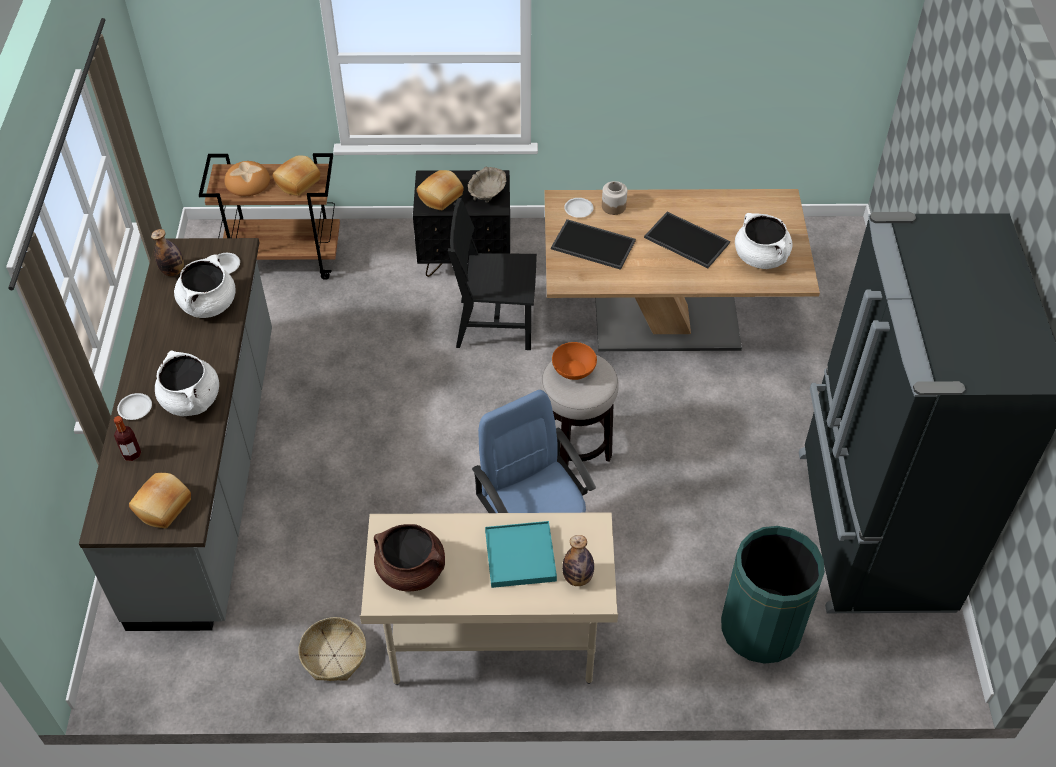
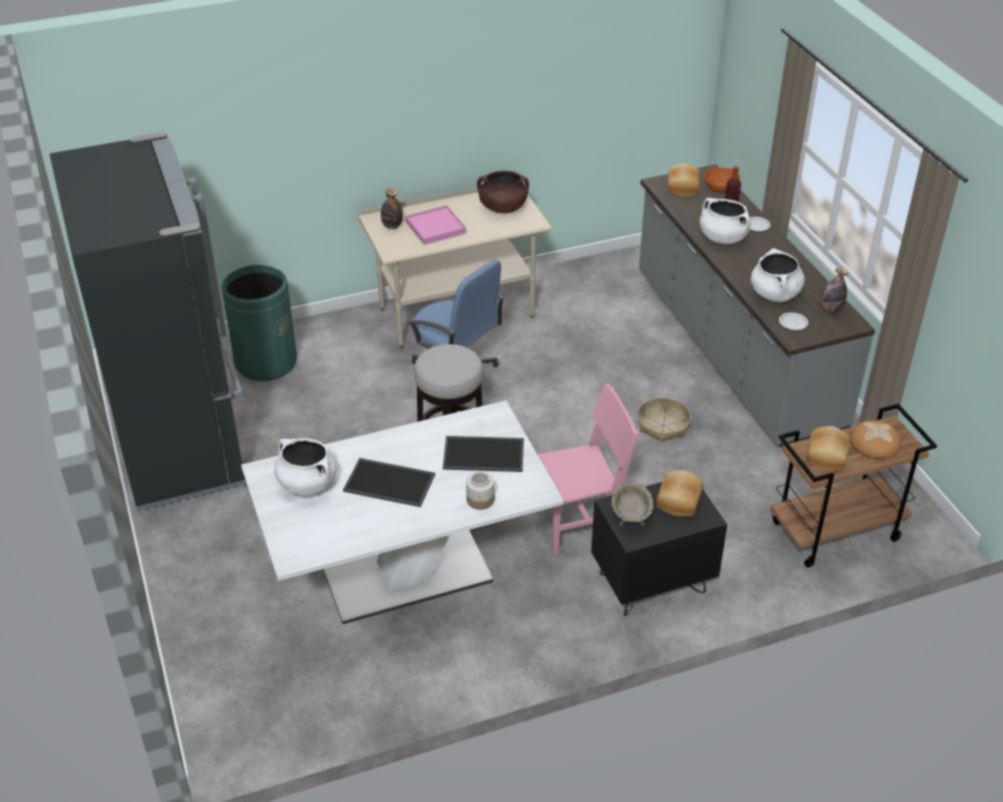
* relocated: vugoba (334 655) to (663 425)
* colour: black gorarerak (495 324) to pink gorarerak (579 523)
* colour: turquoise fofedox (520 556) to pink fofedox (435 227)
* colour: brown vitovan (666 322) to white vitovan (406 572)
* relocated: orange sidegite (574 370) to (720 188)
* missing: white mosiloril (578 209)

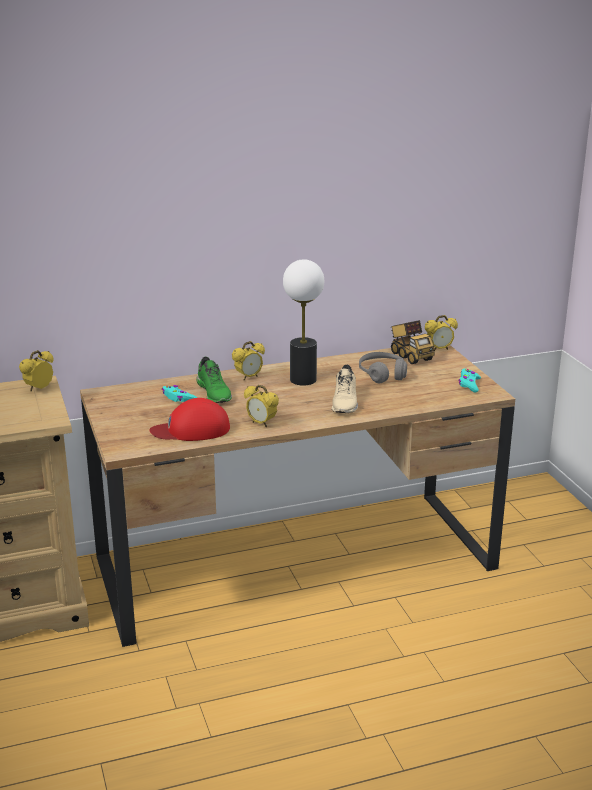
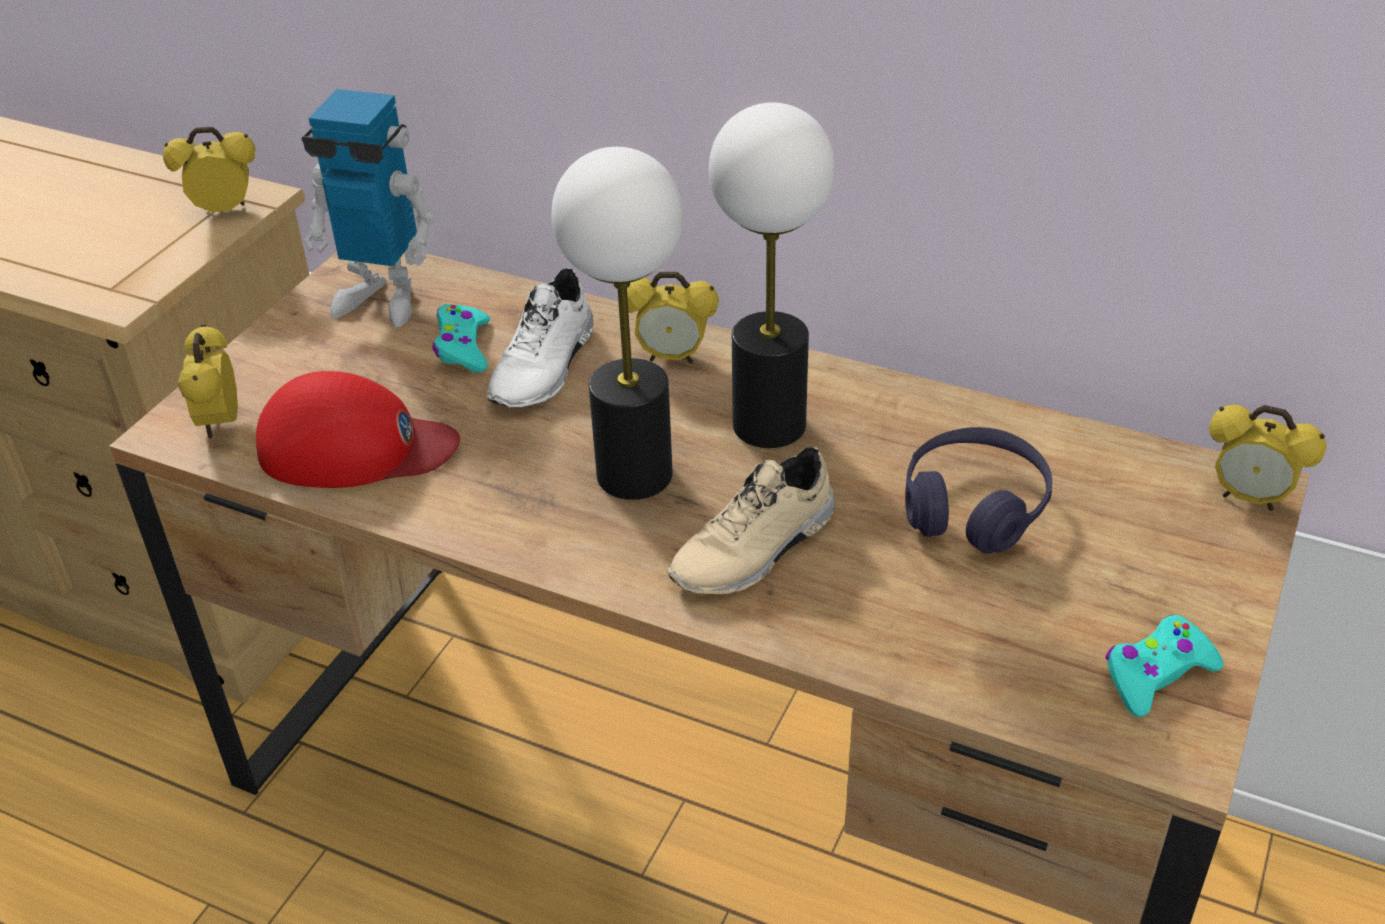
* spun: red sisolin (191 429) = (355 447) 150 degrees clockwise
* colour: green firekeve (215 393) to white firekeve (546 367)
* relocated: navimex (261 423) to (220 424)
* colour: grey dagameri (382 374) to purple dagameri (974 507)
* missing: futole (410 356)
* appeared: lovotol (382 298)
* appeared: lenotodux (634 475)

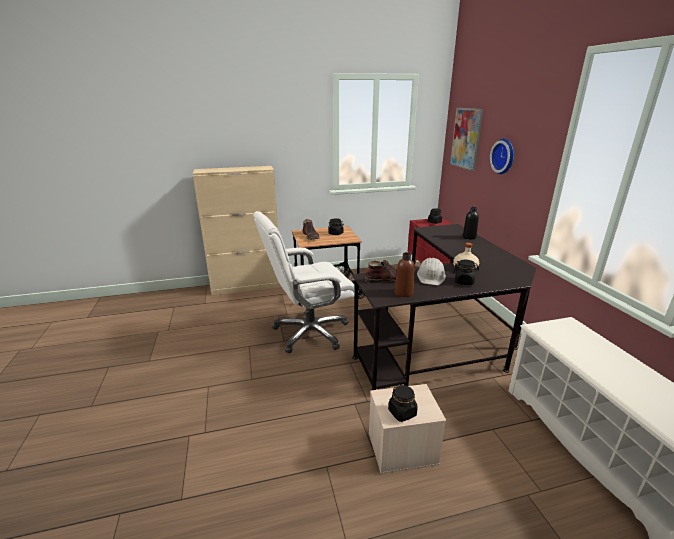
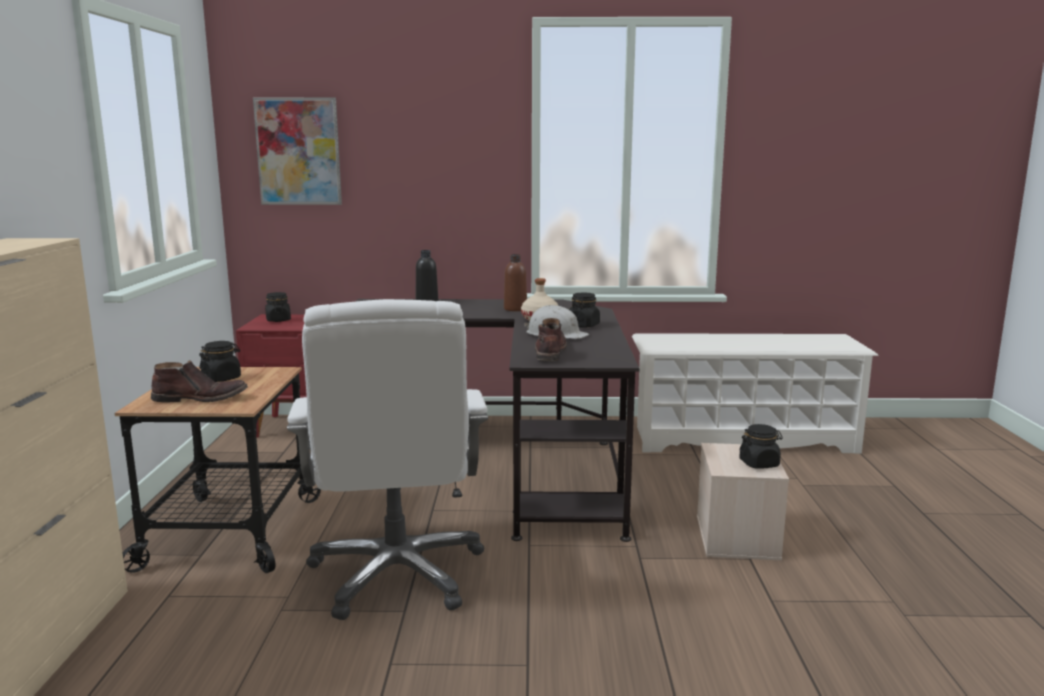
* relocated: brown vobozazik (403 293) to (515 309)
* missing: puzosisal (504 156)

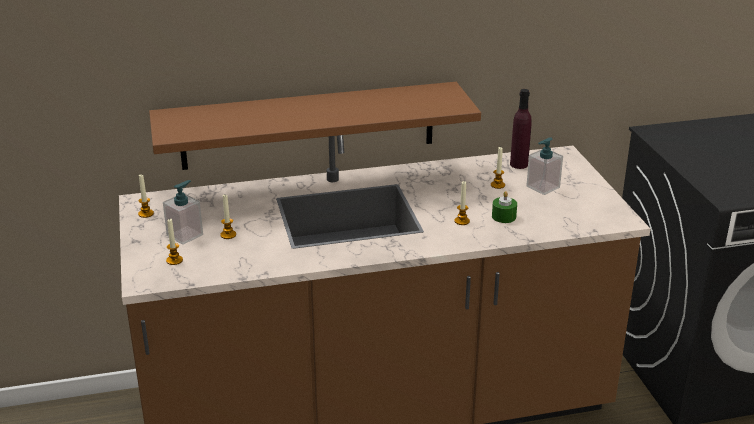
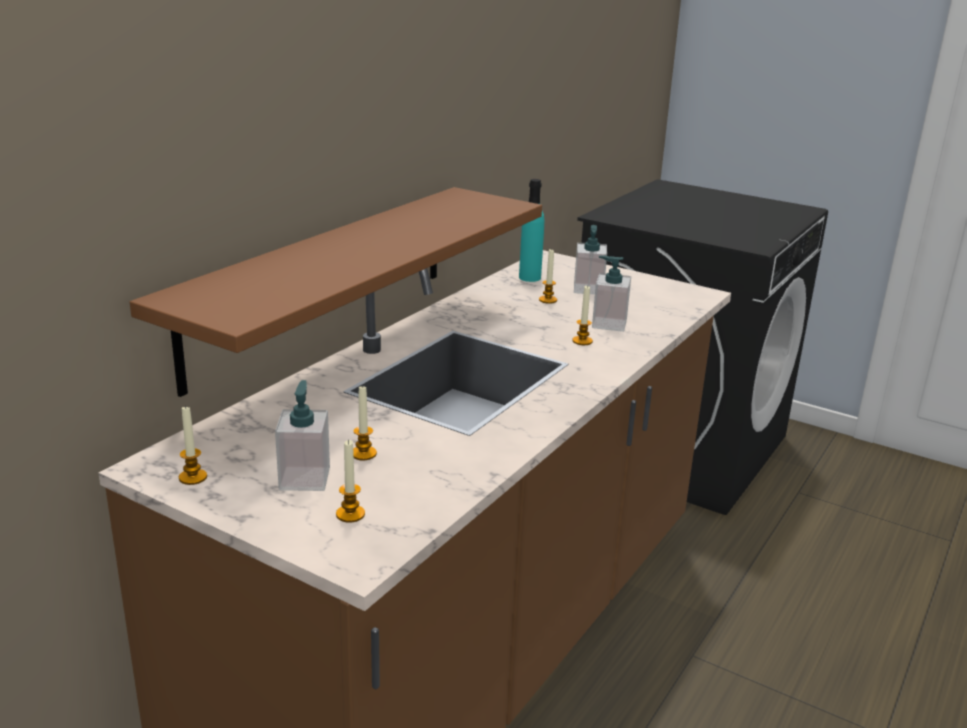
* exchanged: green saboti (504 216) to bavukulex (609 324)
* colour: purple vobozazik (519 164) to turquoise vobozazik (529 277)

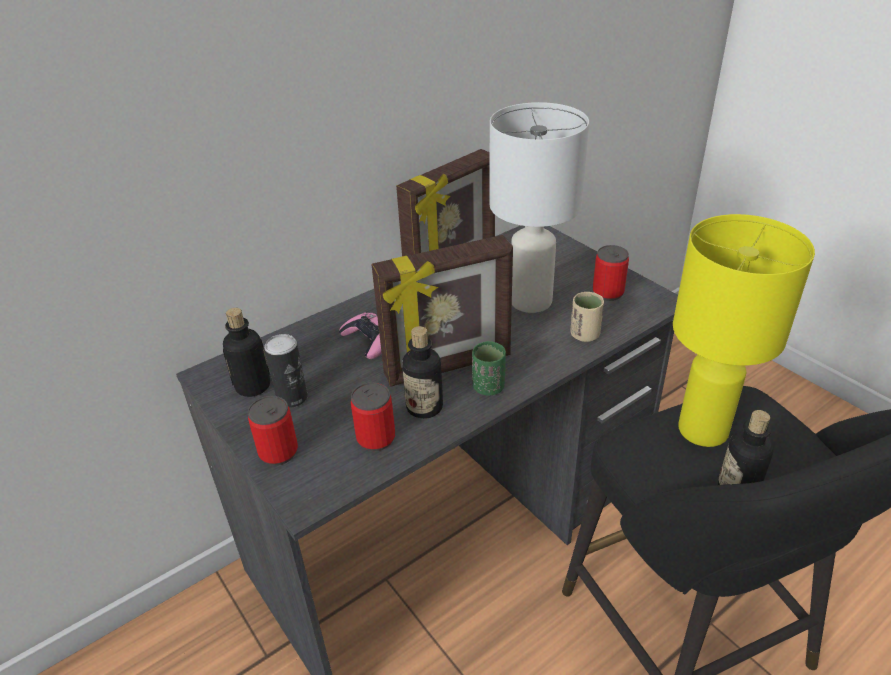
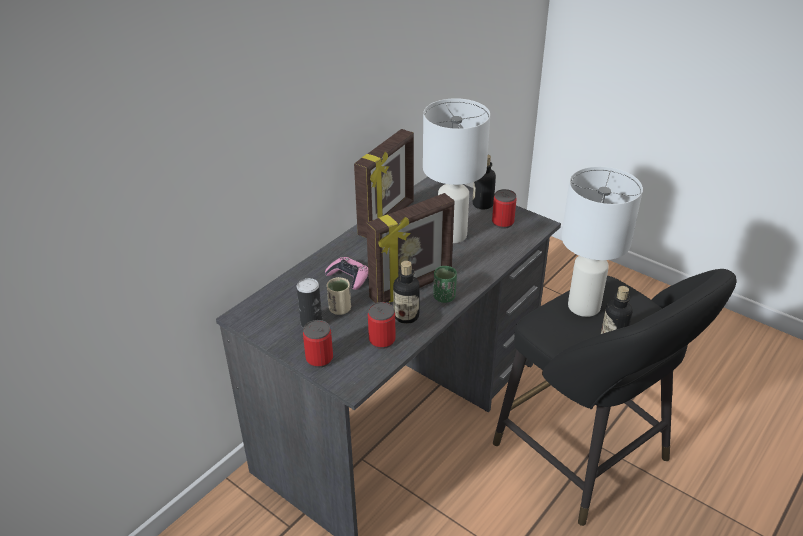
* relocated: vobozazik (253 386) to (482 204)
* relocated: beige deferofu (584 335) to (340 309)
* colour: yellow lenotodux (704 430) to white lenotodux (584 307)

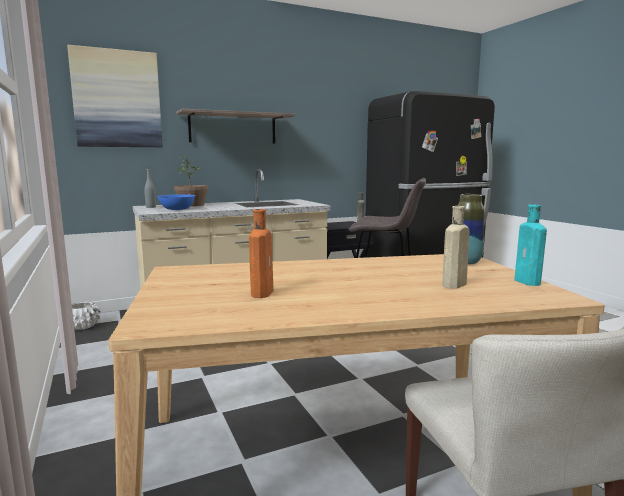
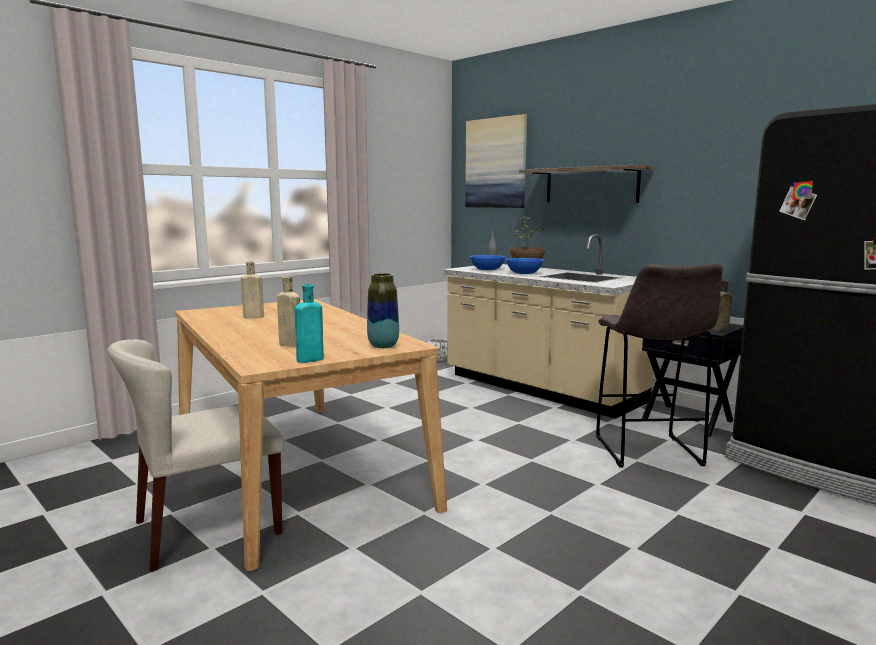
* colour: orange vobozazik (262 293) to beige vobozazik (255 317)
* appeared: blue sidegite (523 273)

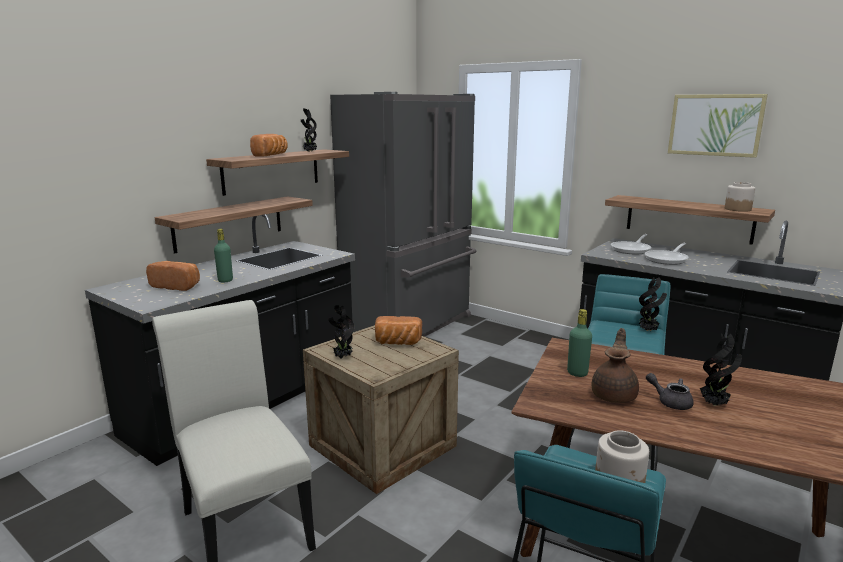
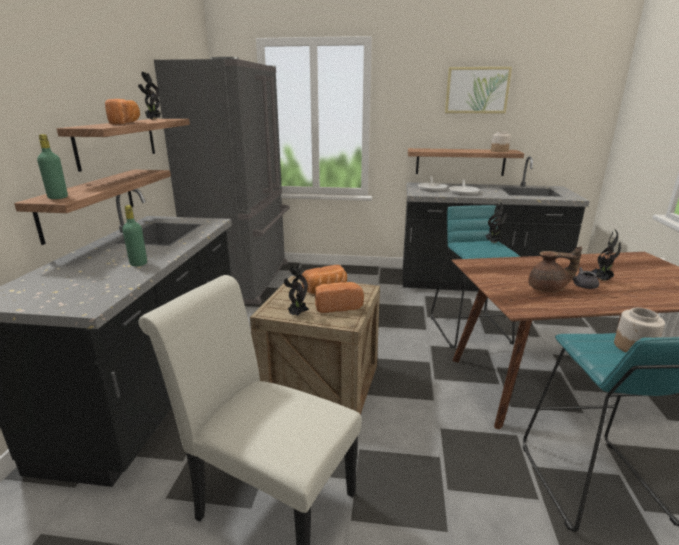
* relocated: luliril (177 286) to (337 306)
* relocated: green vobozazik (577 373) to (58 197)
* spun: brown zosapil (614 395) = (548 289) 105 degrees clockwise

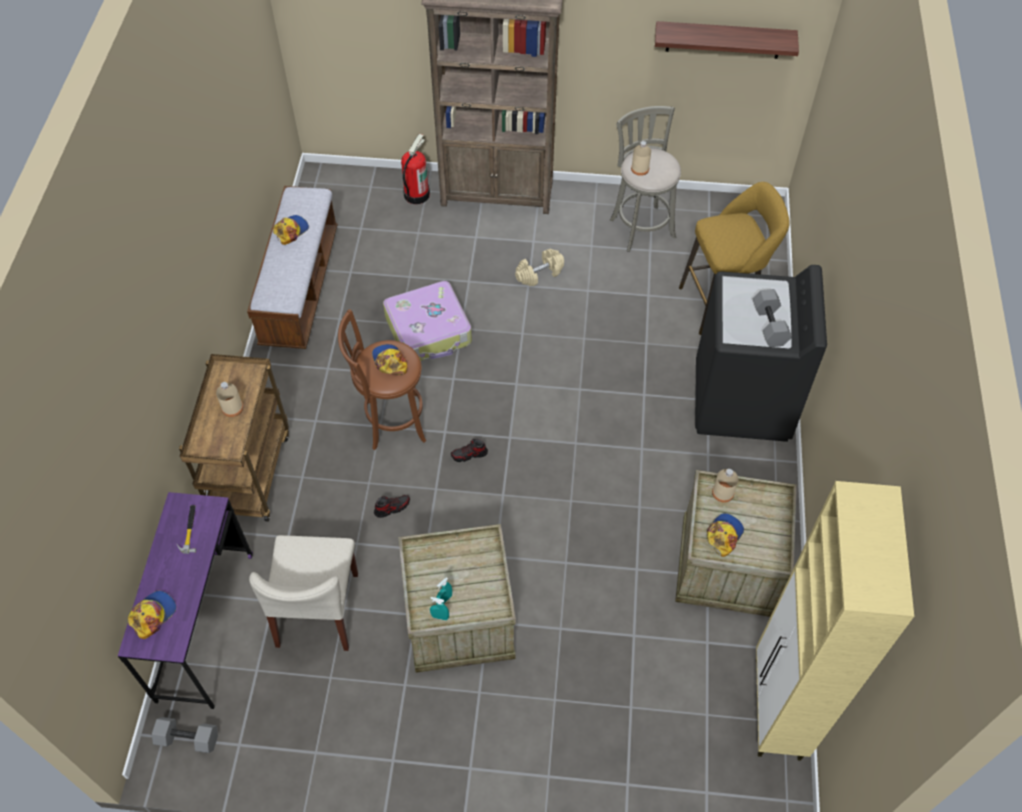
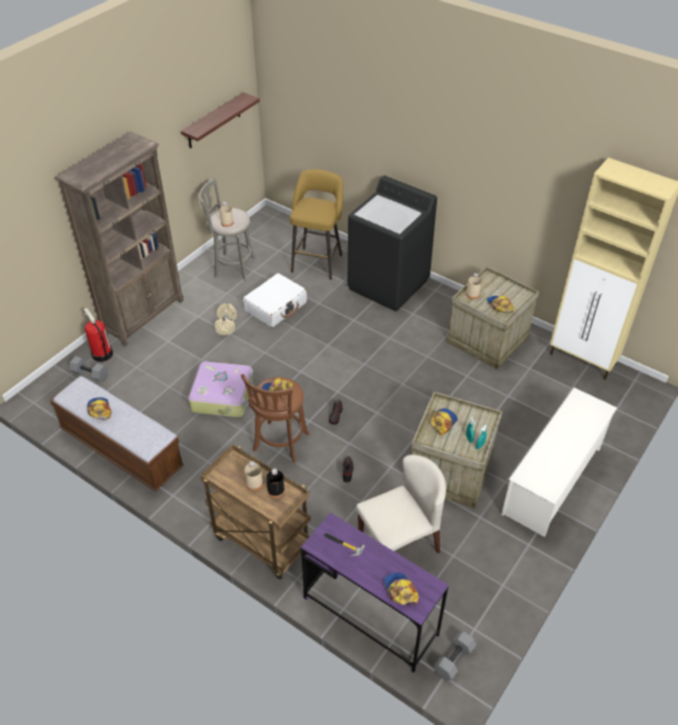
* spun: beige gorarerak (318 610) = (399 543) 60 degrees counterclockwise
* relocated: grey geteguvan (770 325) to (90 374)
* appeared: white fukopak (276 306)
* appeared: black vobozazik (276 490)
* appeared: sisolin (443 422)
* appeared: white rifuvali (552 480)

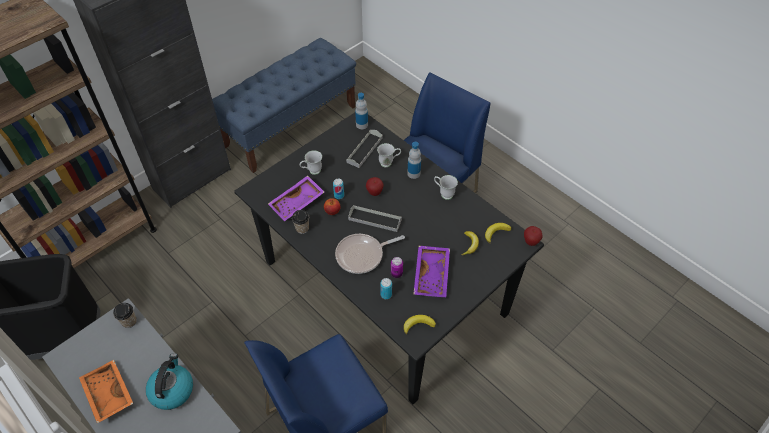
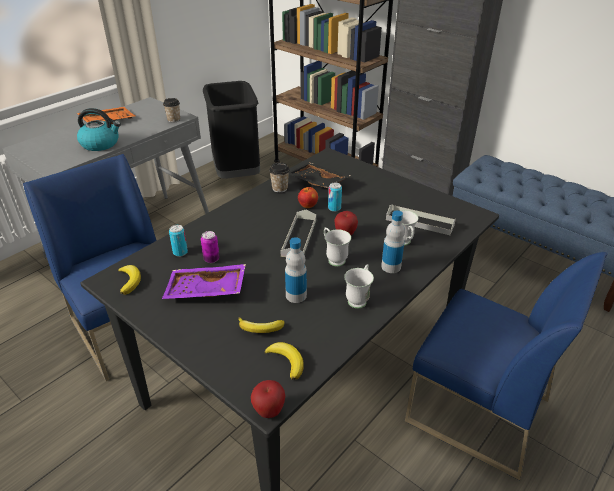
* colour: purple fofedox (297 203) to black fofedox (316 182)
* relocated: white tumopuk (312 171) to (334 258)
* missing: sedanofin (362 255)
* relocated: vobozazik (362 125) to (296 295)

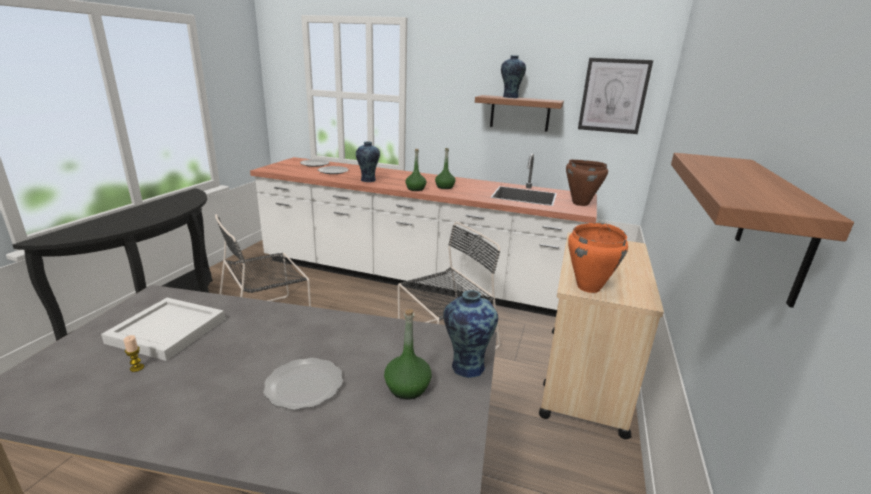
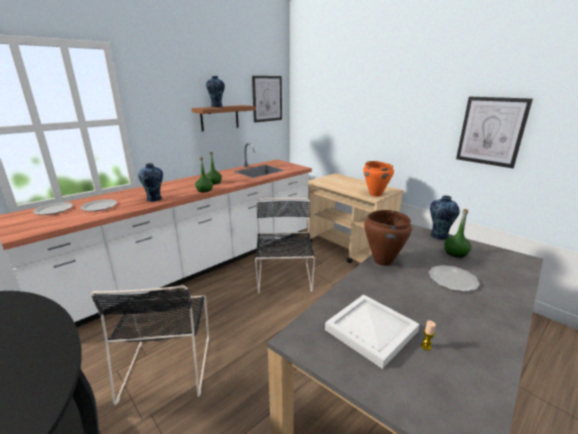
* relocated: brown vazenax (580 203) to (382 261)
* exchanged: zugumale (775 227) to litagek (491 131)

